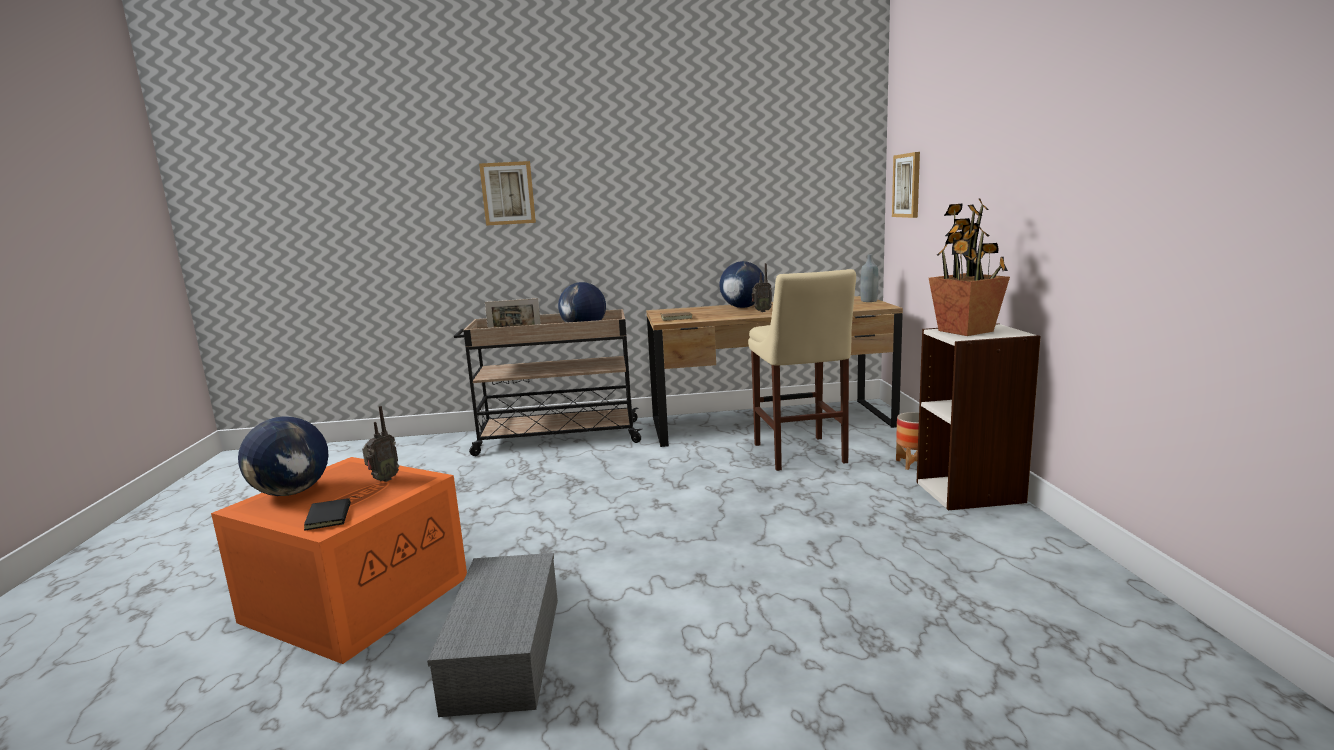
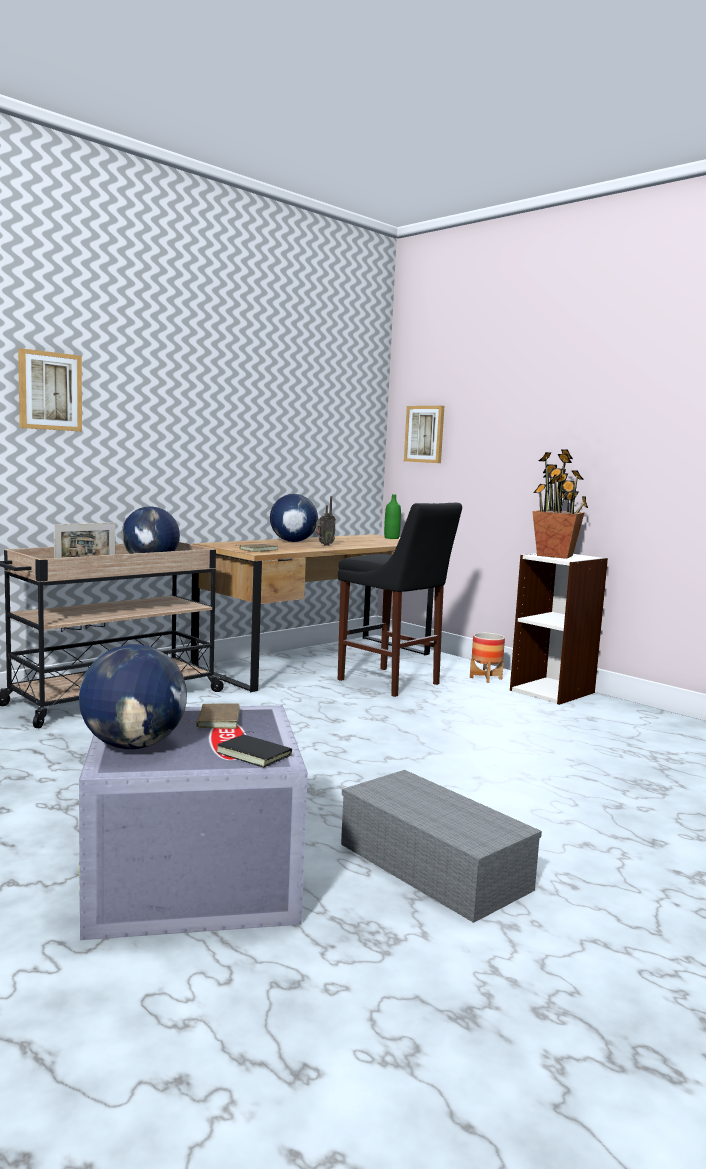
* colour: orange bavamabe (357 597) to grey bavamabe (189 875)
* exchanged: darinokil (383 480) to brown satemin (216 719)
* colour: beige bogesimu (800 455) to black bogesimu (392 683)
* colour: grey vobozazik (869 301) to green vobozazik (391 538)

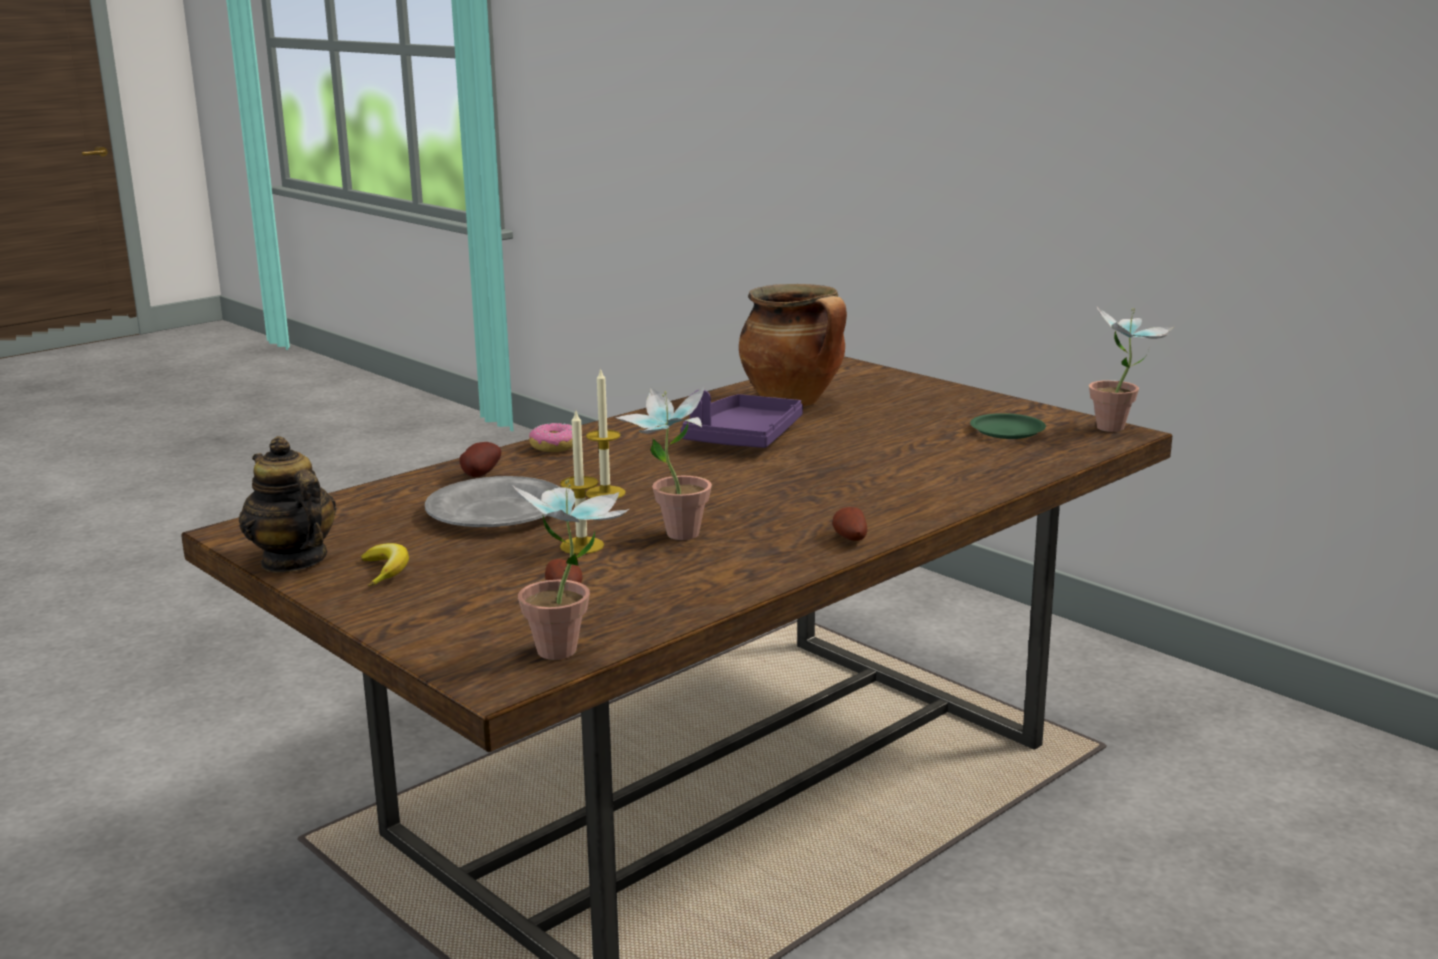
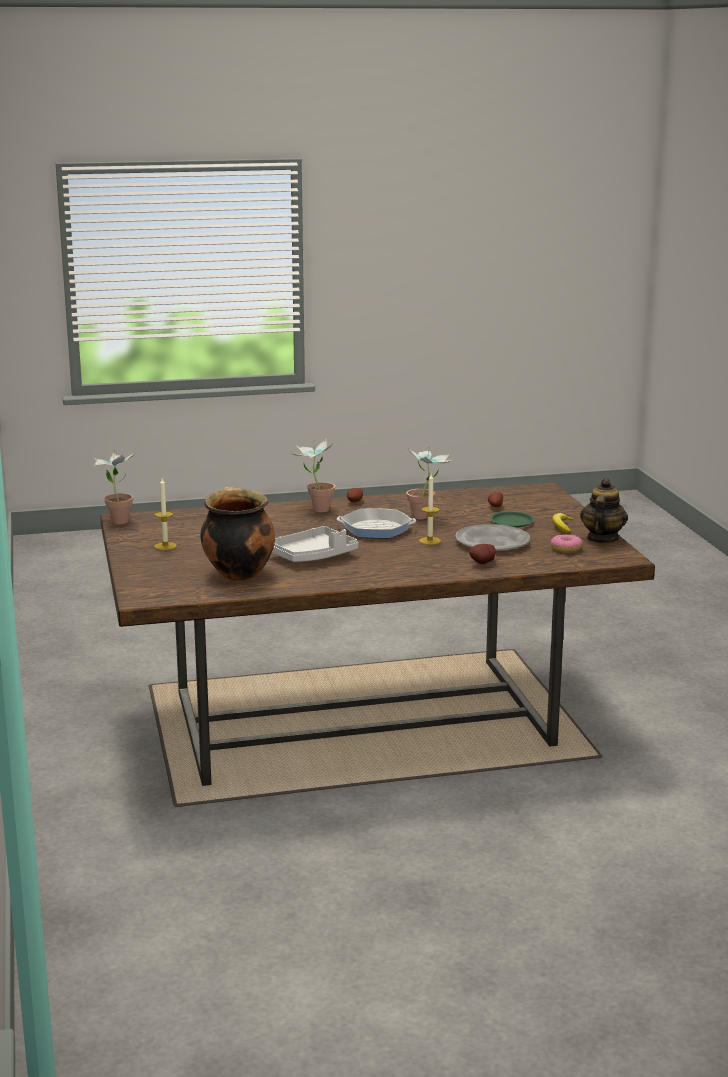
* spun: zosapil (293 561) = (602 539) 150 degrees counterclockwise
* relocated: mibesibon (572 650) to (315 509)
* relocated: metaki (554 447) to (566 549)
* relocated: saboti (582 546) to (165 546)
* colour: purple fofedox (742 438) to grey fofedox (313 556)
* relocated: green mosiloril (1006 431) to (512 522)
* appeared: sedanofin (376 529)

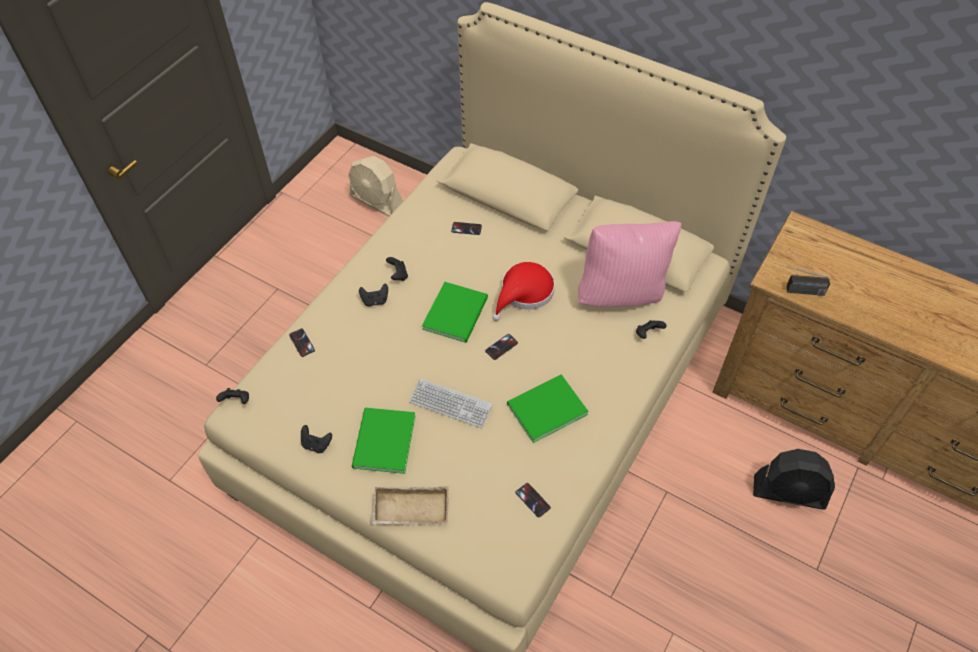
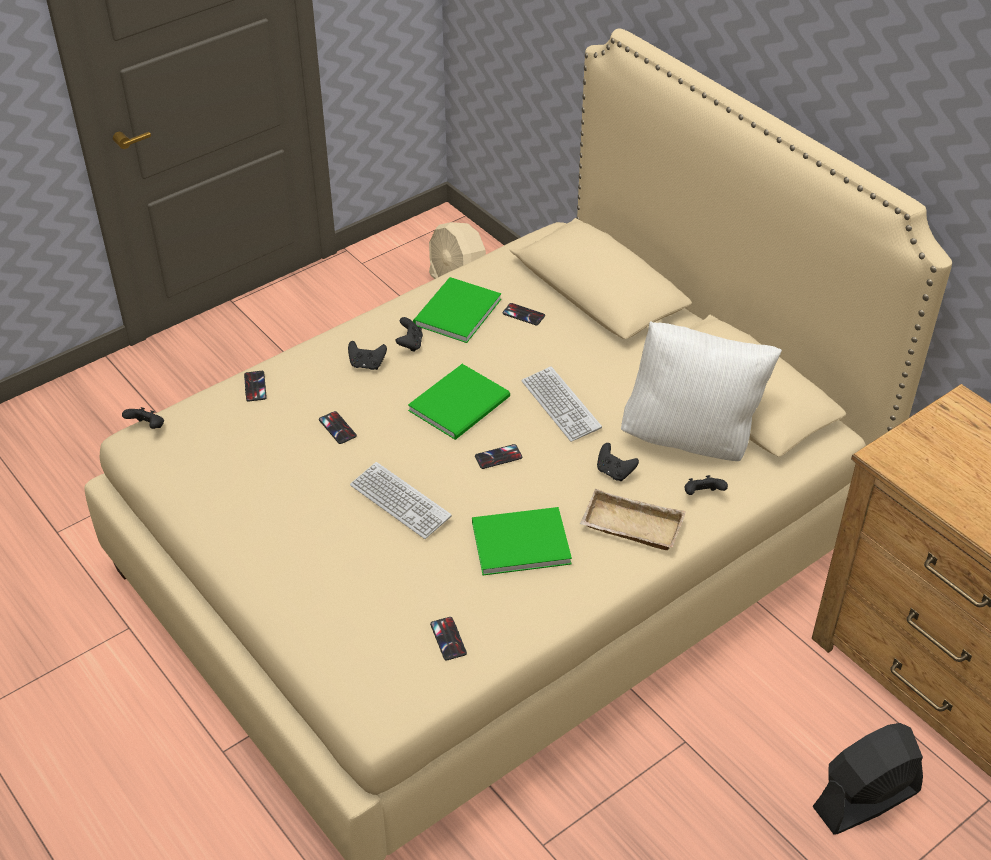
* relocated: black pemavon (316 444) to (614 472)
* relocated: green satemin (382 443) to (454 313)
* relocated: beige fofedox (410 511) to (630 527)
* exchanged: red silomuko (524 293) to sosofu (560 405)
* colour: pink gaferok (621 293) to white gaferok (691 439)
* spun: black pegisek (789 493) = (865 799) 120 degrees clockwise
* missing: darinokil (795 290)
* appeared: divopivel (337 428)

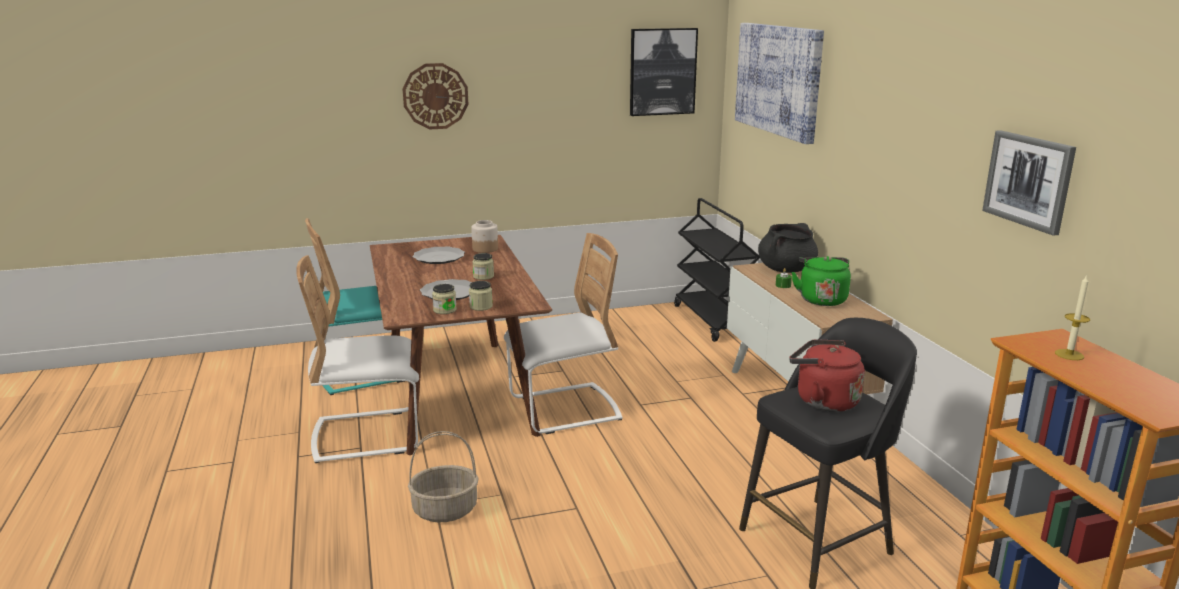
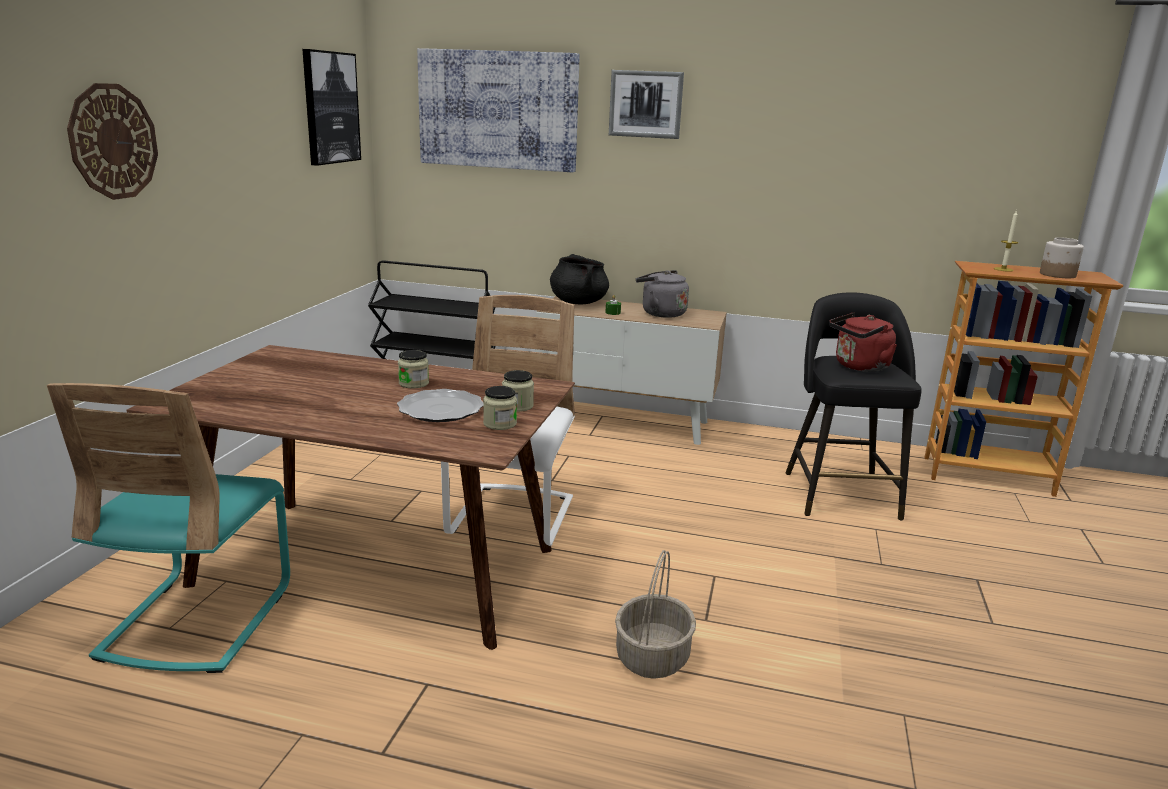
* missing: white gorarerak (368 435)
* missing: mosiloril (438 257)
* relocated: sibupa (485 249) to (1057 275)
* colour: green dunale (821 299) to grey dunale (660 313)
* relocated: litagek (1028 180) to (645 104)

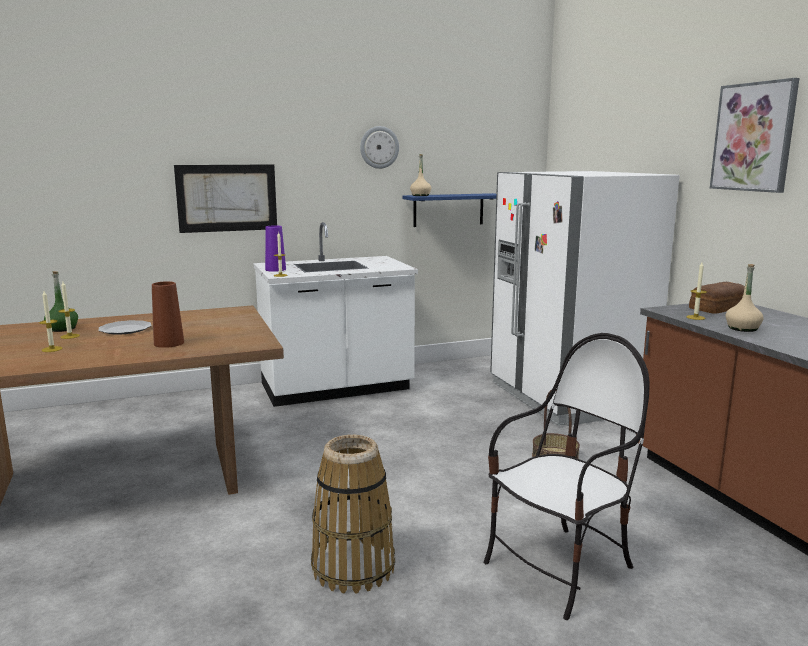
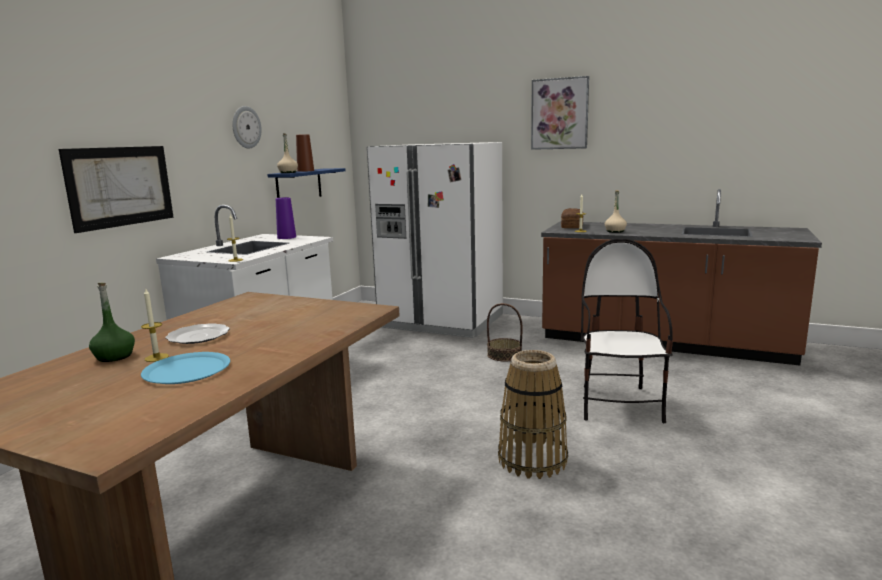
* exchanged: saboti (52 349) to blue mosiloril (187 370)
* relocated: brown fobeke (169 343) to (305 171)
* relocated: purple fobeke (275 269) to (286 237)

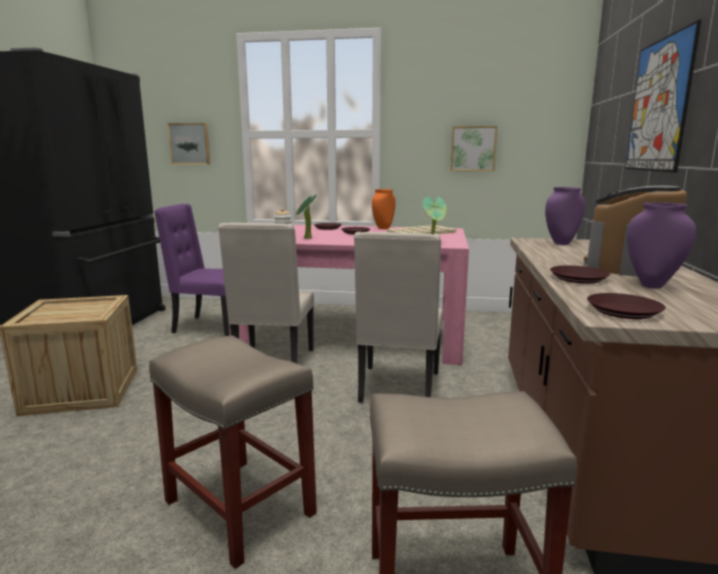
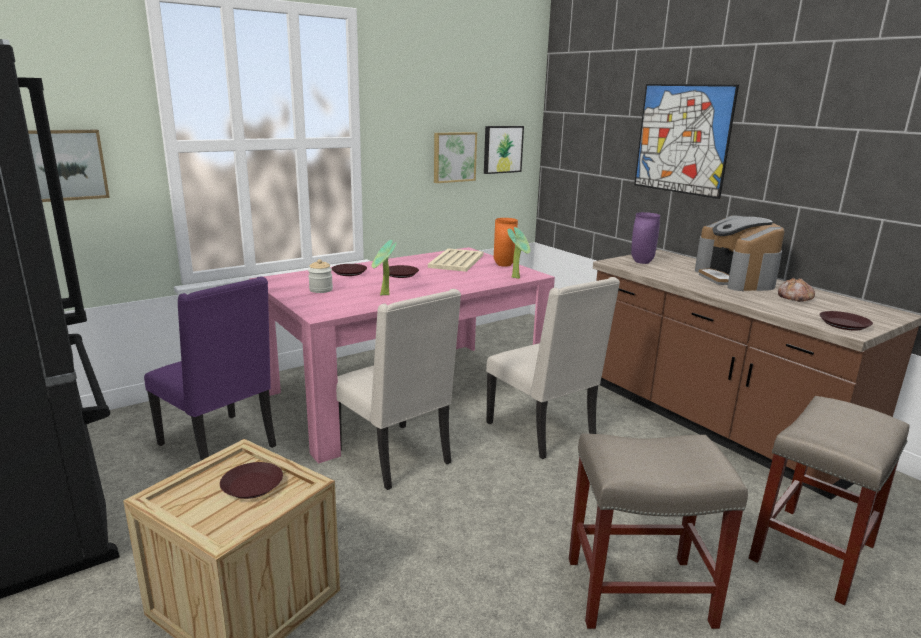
* spun: purple gorarerak (210 327) = (221 446) 105 degrees counterclockwise
* relocated: orange fobeke (383 228) to (504 265)
* relocated: brown mosiloril (578 278) to (253 485)
* exchanged: purple fobeke (651 286) to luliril (794 297)
* appeared: litagek (502 149)

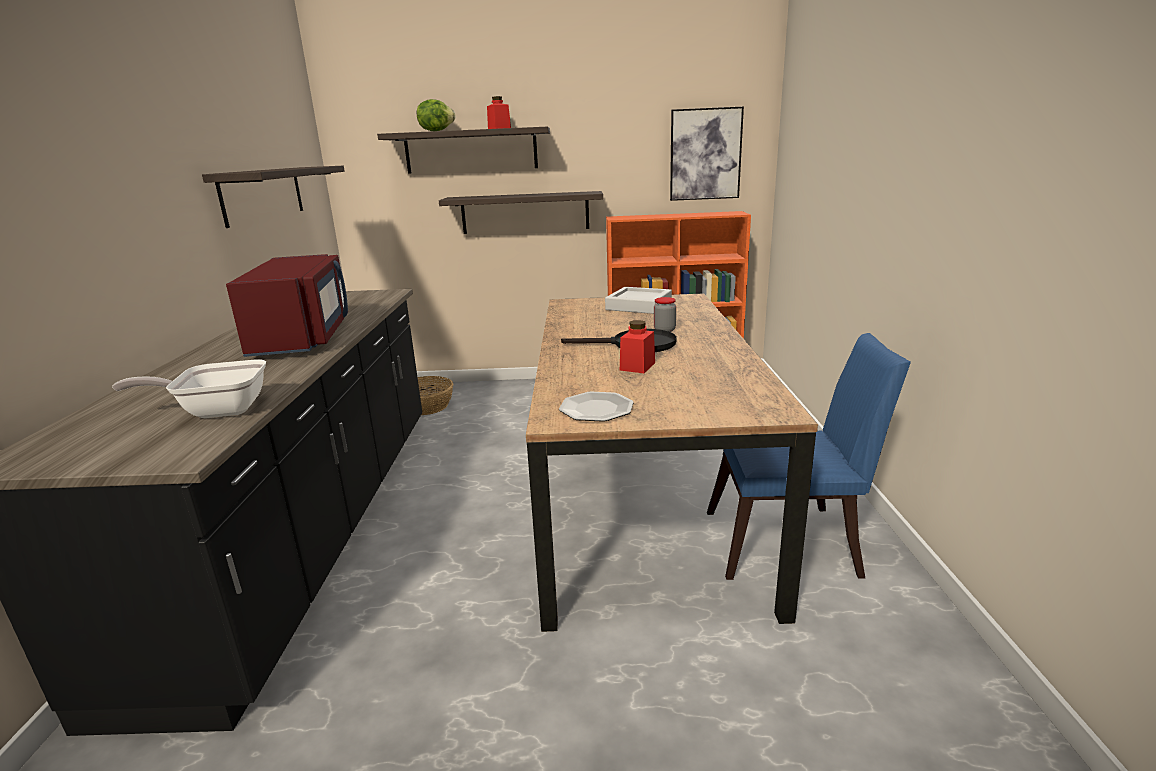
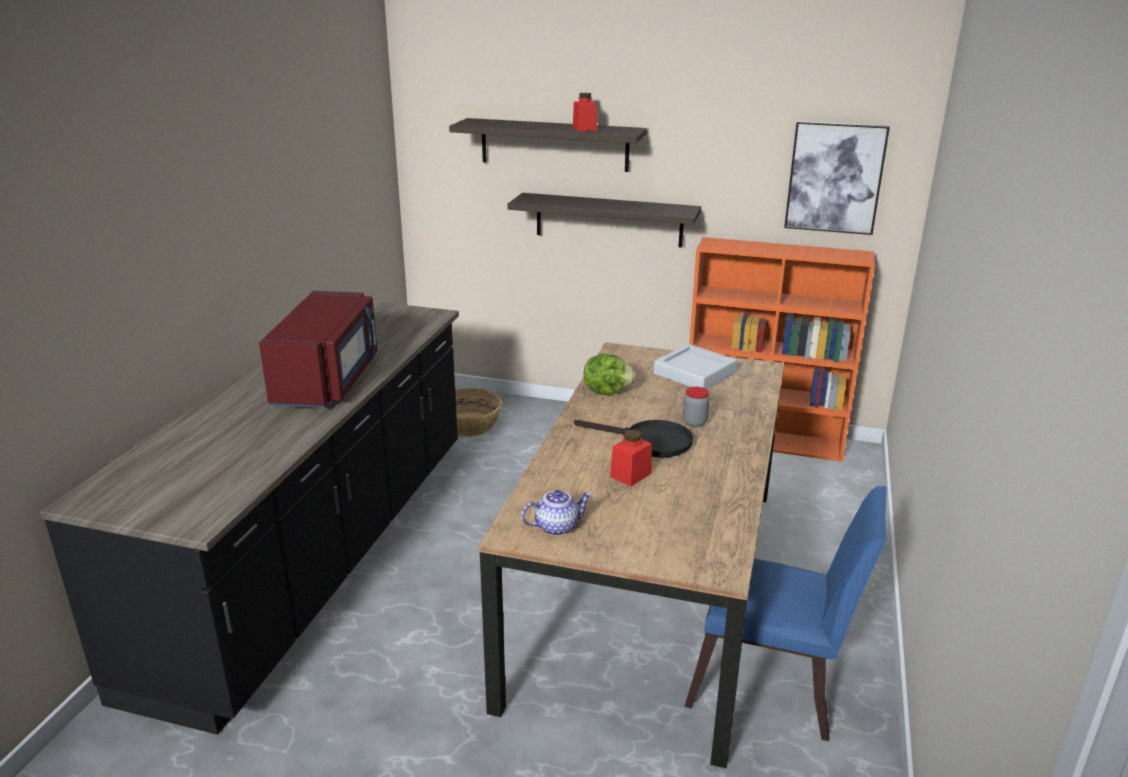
* missing: sedanofin (217 411)
* missing: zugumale (263 194)
* relocated: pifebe (436 131) to (607 391)
* exchanged: mosiloril (596 409) to zosapil (556 526)

